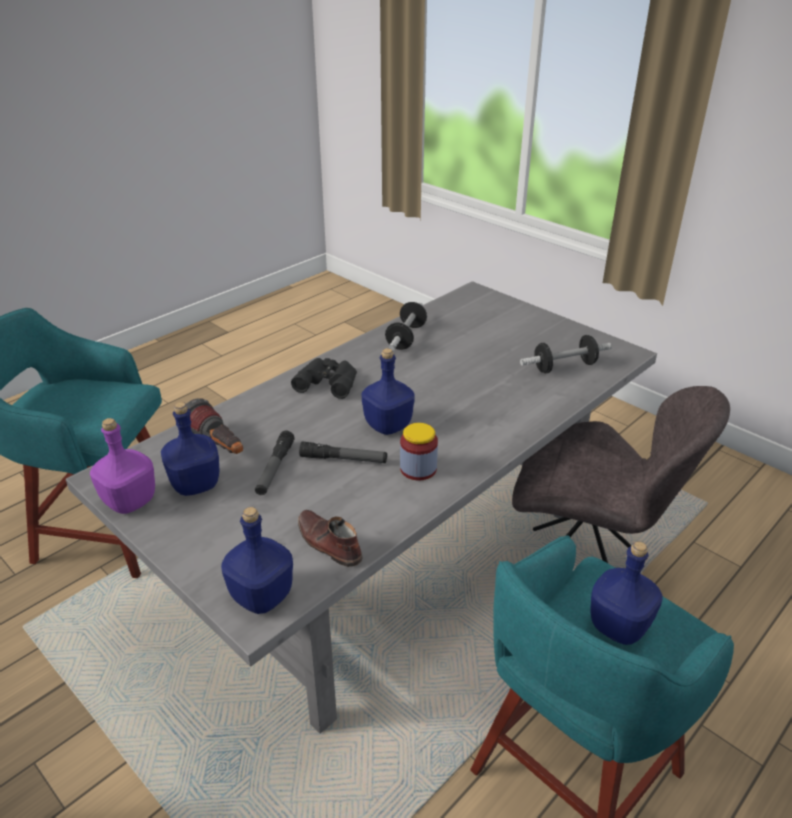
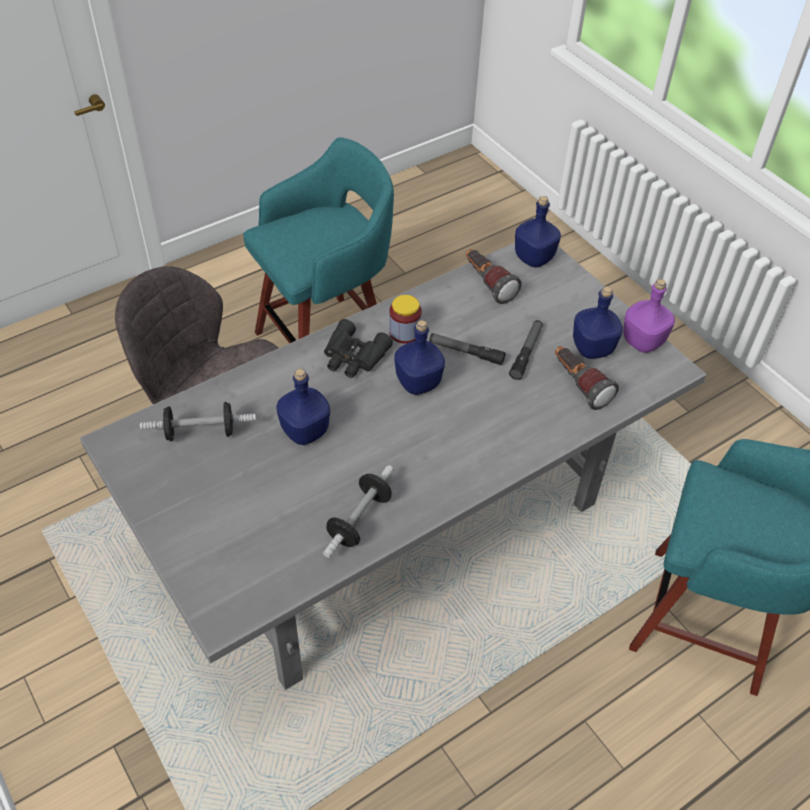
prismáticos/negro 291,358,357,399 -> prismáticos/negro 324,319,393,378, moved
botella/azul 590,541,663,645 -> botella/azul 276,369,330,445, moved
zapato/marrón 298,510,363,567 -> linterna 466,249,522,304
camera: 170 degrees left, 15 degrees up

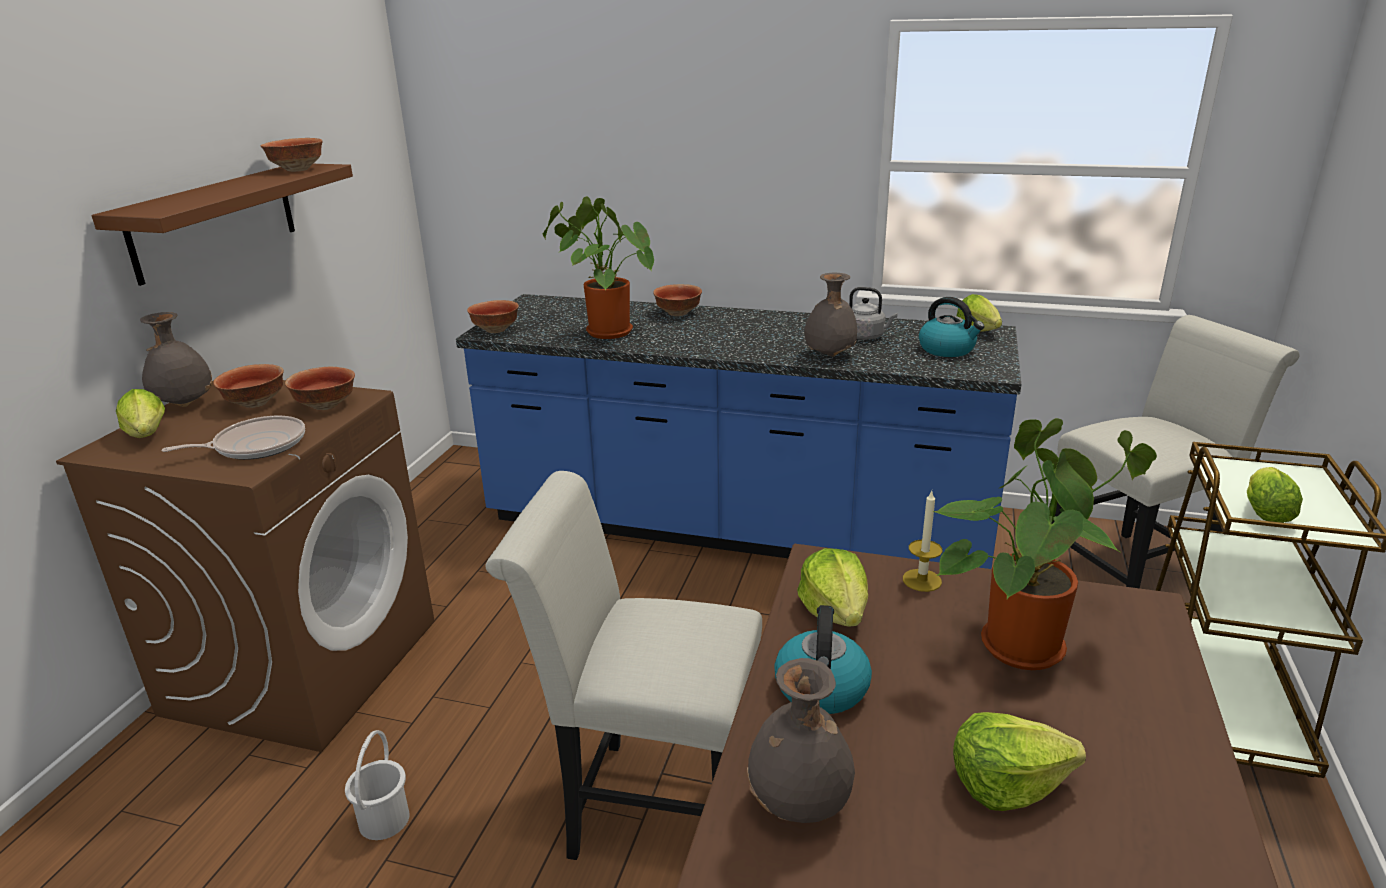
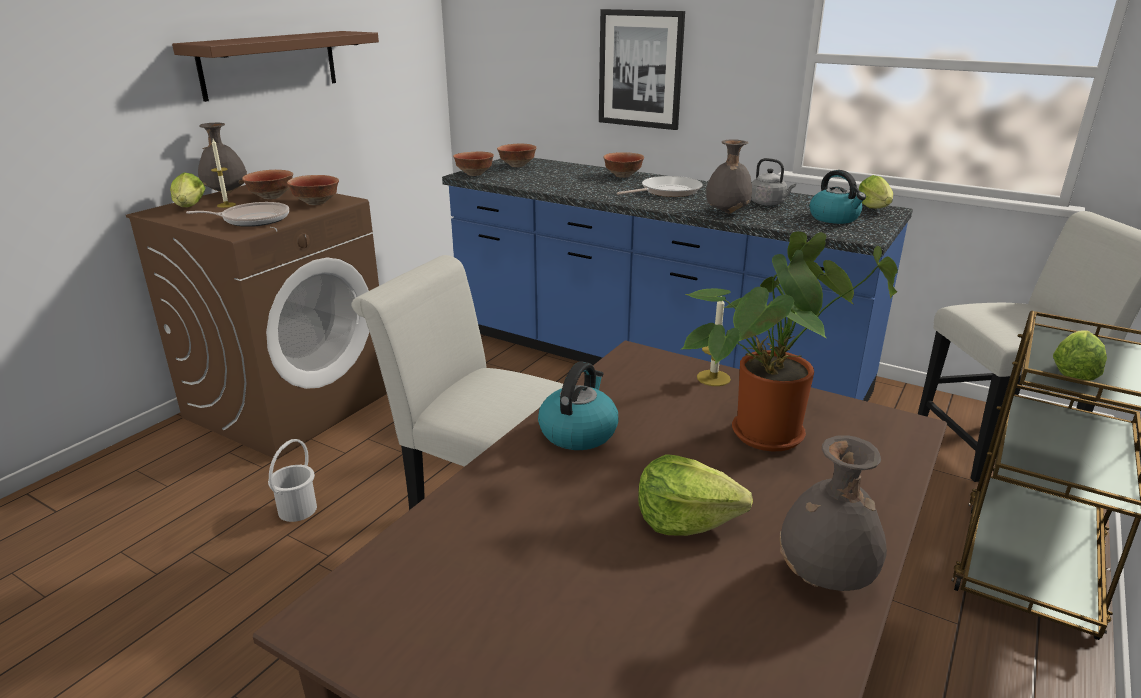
planta en maceta 543,196,654,339 -> none
lechuga 797,548,868,627 -> none
none -> vela 211,139,236,208
none -> cuadro 599,9,685,130
none -> sartén 617,176,703,197
cuenco 261,138,323,172 -> cuenco 497,144,536,167, moved
florero/gris 747,658,855,823 -> florero/gris 780,435,887,591, moved
camera: 15 degrees right, 0 degrees up

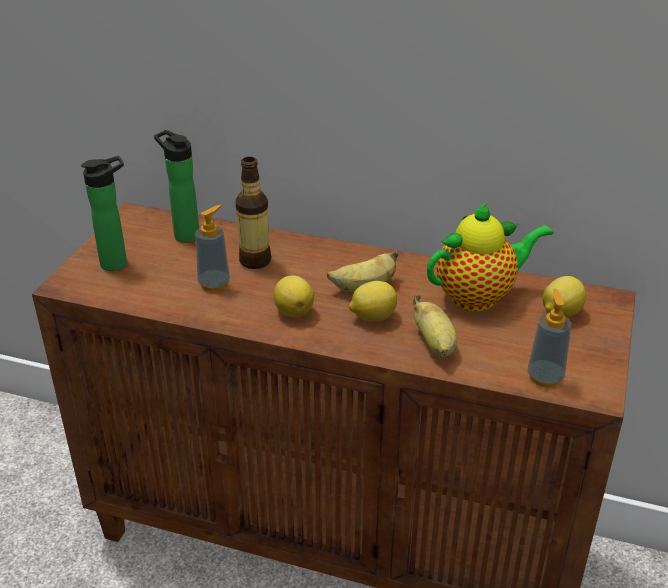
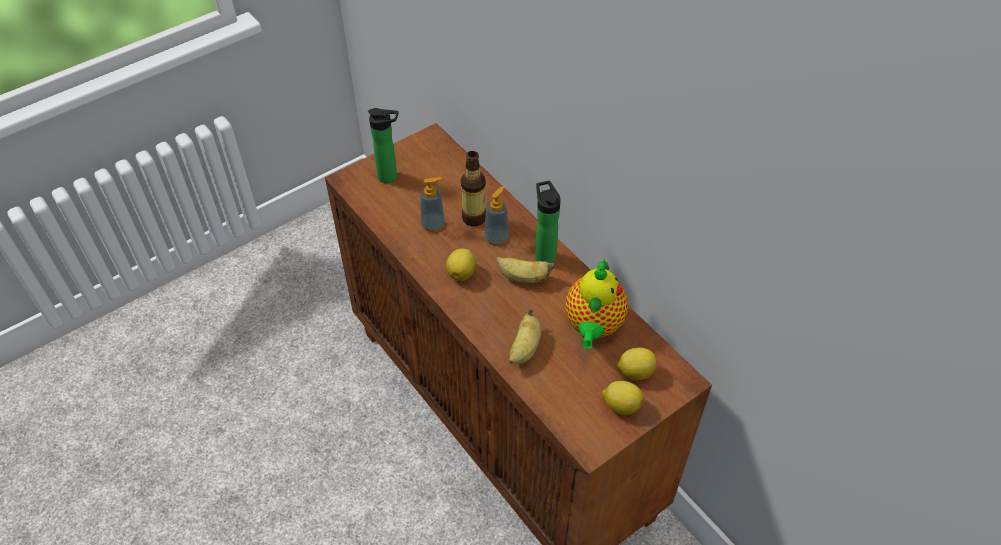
botella 154,130,199,243 -> botella 535,181,561,263, moved
limón 349,281,397,322 -> limón 602,381,643,415, moved
dispensador de jabón 528,289,571,387 -> dispensador de jabón 484,186,509,246, moved
tetera 427,202,553,311 -> tetera 565,257,628,349, 90 degrees clockwise
camera: 35 degrees right, 15 degrees up

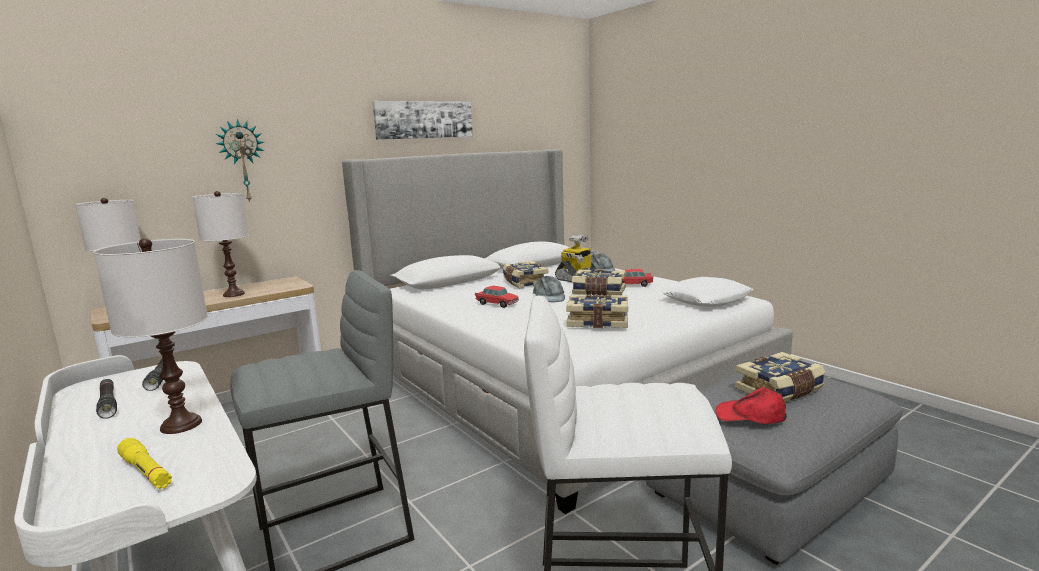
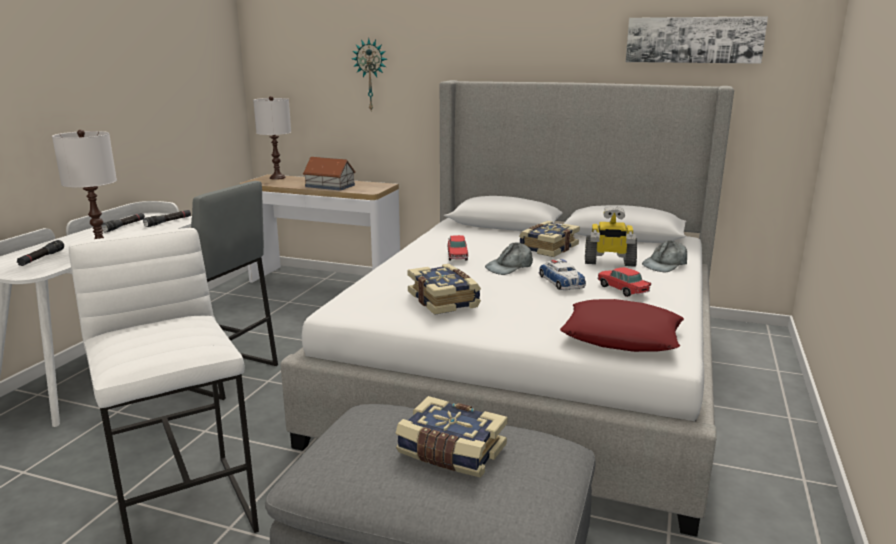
gorra/rojo 715,387,787,424 -> none
cuadro 372,101,473,140 -> cuadro 626,16,768,64, moved
lámpara de mesa/blanco 192,191,249,297 -> casita 303,157,356,191
libro 572,269,626,296 -> coche de juguete 539,259,586,290
linterna/amarillo 117,438,172,489 -> linterna/negro 17,240,64,266
cojín/blanco 662,277,753,307 -> cojín/rojo 560,299,684,352
camera: 55 degrees right, 5 degrees up

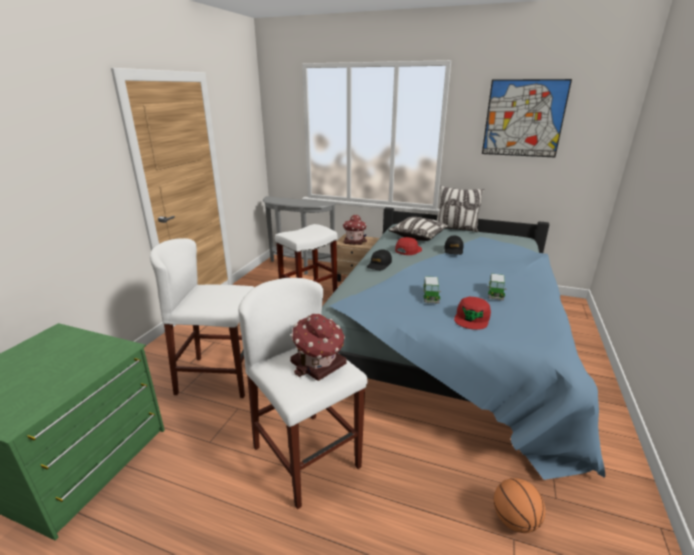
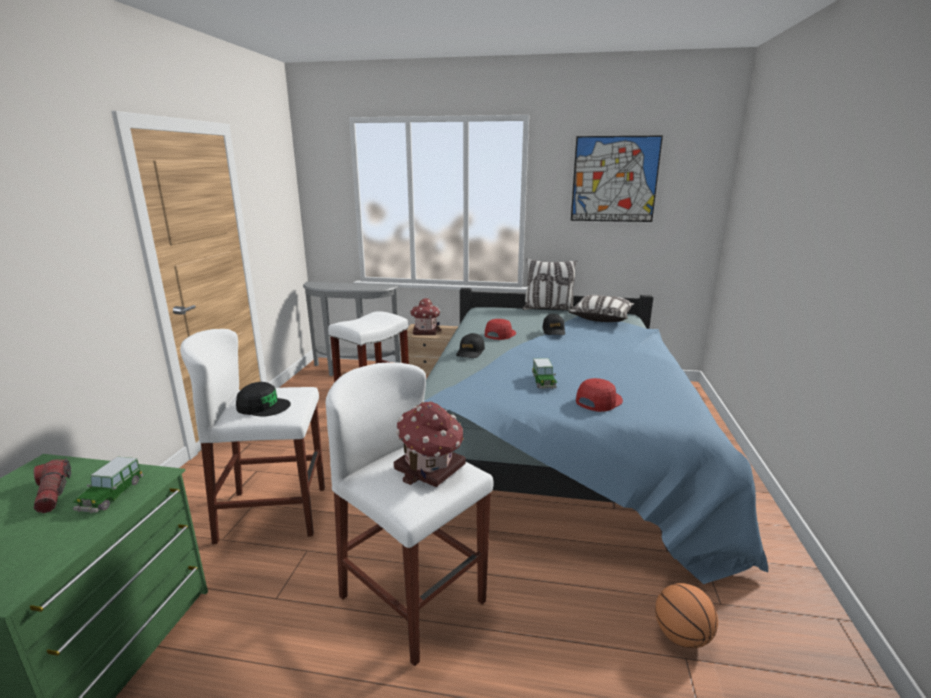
none -> linterna 34,458,71,513
none -> gorra/negro 236,382,291,416
cojín 388,217,448,241 -> cojín 568,295,634,322, moved
coche de juguete 488,273,506,301 -> coche de juguete 73,457,143,513, moved
gorra/rojo 454,297,491,330 -> gorra/rojo 576,378,623,412, 150 degrees counterclockwise
camera: 10 degrees left, 5 degrees down

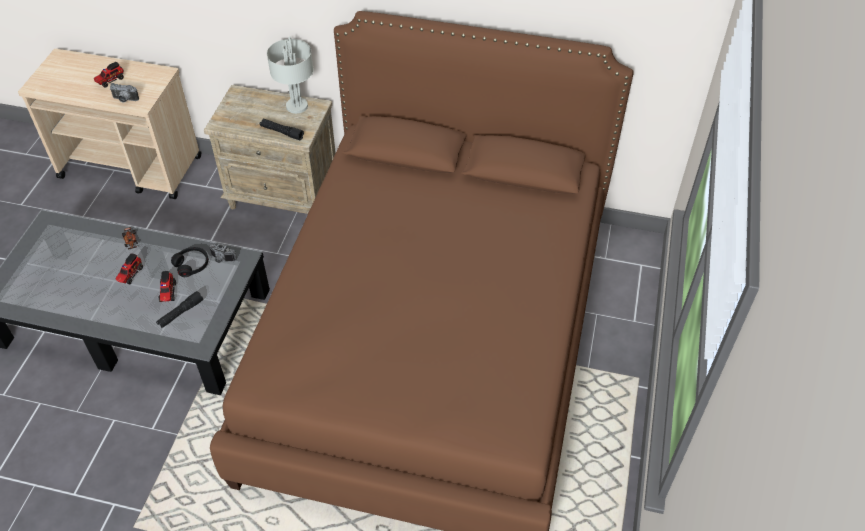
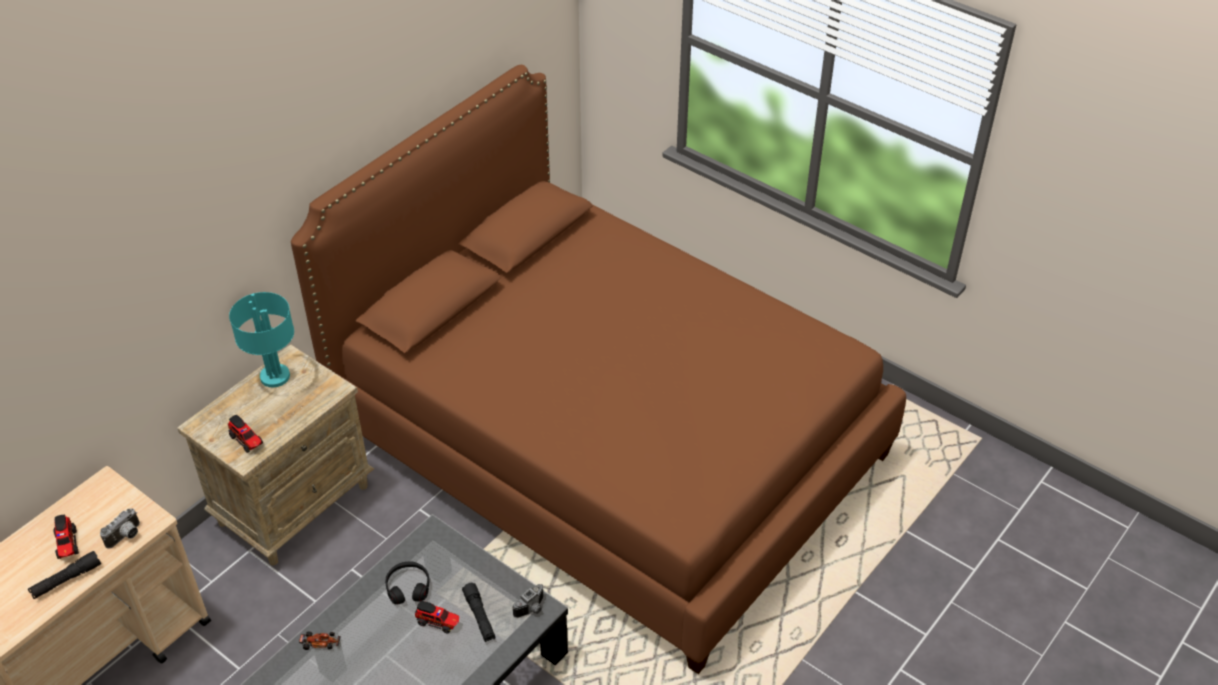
camión de juguete 116,254,143,284 -> camión de juguete 228,415,263,453, moved
cámara 209,244,237,263 -> cámara 512,584,544,618, moved
linterna/negro 260,119,304,140 -> linterna/negro 28,551,101,599, moved
lámpara de mesa/gris 267,37,314,114 -> lámpara de mesa/turquesa 229,292,294,387
camera: 65 degrees left, 5 degrees down

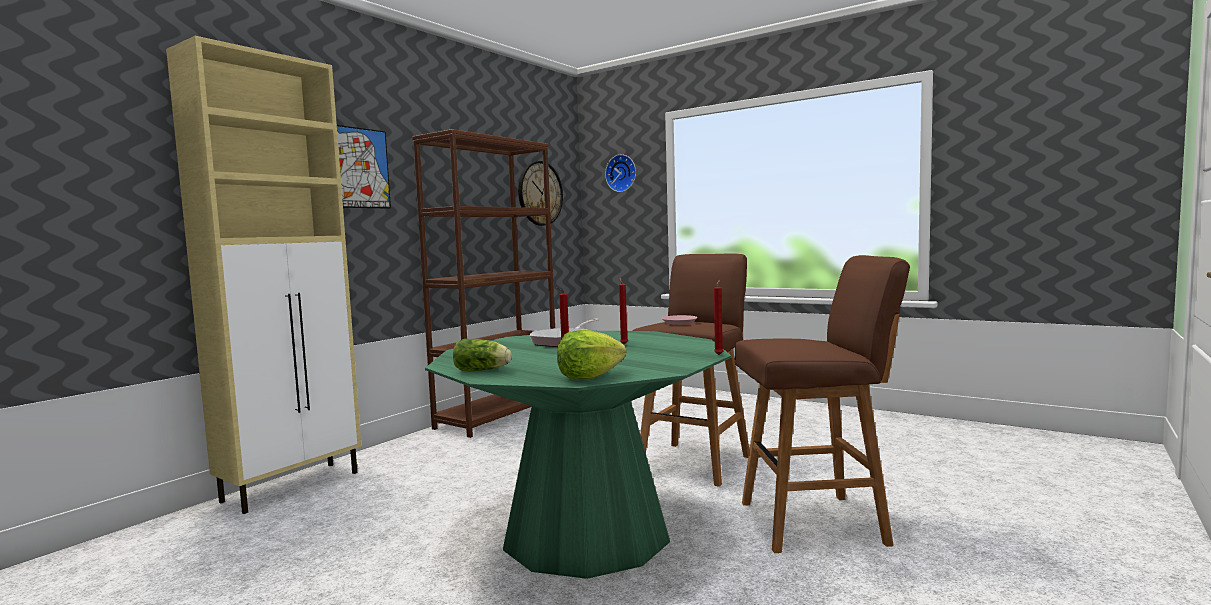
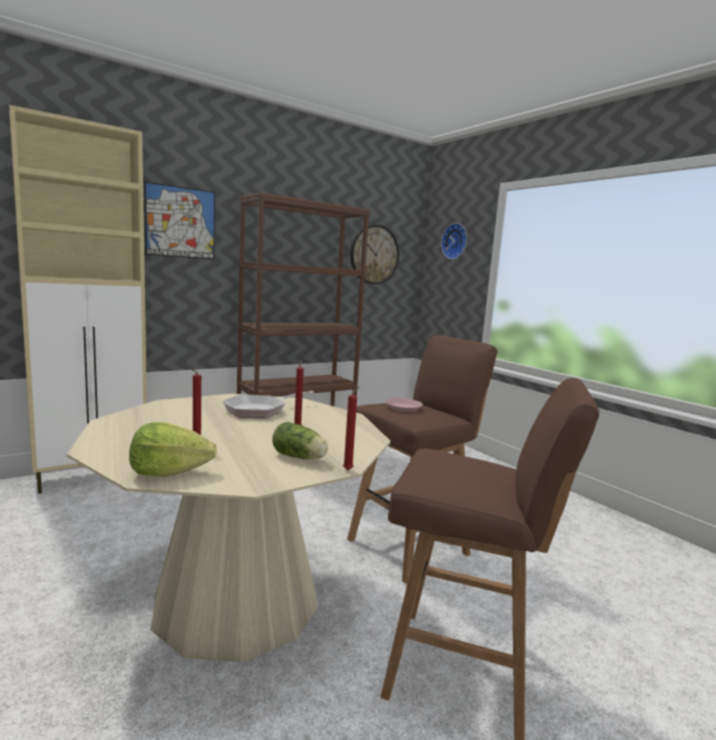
lechuga 453,339,512,371 -> lechuga 272,422,328,459, moved
mesa de comedor/verde 425,331,731,579 -> mesa de comedor/beis 67,394,391,662
camera: 20 degrees right, 5 degrees up

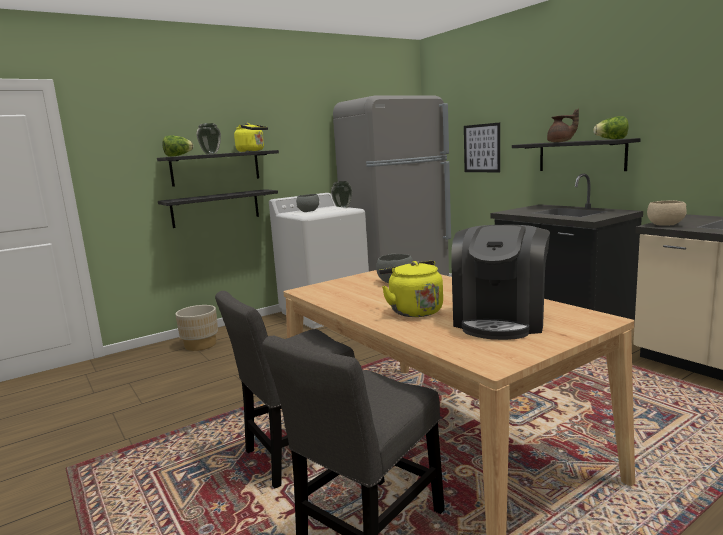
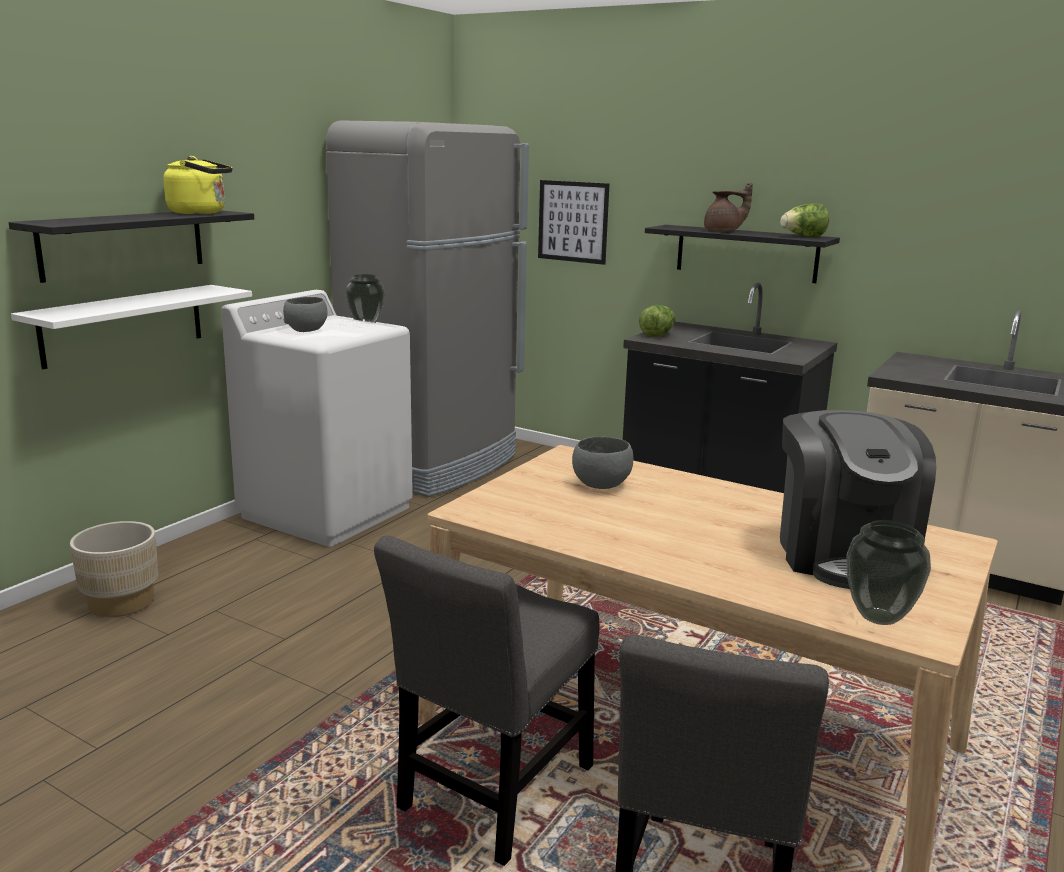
hervidor/amarillo 379,260,443,317 -> none
cuenco/beis 647,200,687,226 -> none
lechuga 162,135,193,156 -> lechuga 639,305,675,337, moved
florero 196,123,221,154 -> florero 847,520,931,625, moved
estante/negro 158,189,278,228 -> estante/blanco 11,285,252,369
camera: 25 degrees left, 5 degrees up

